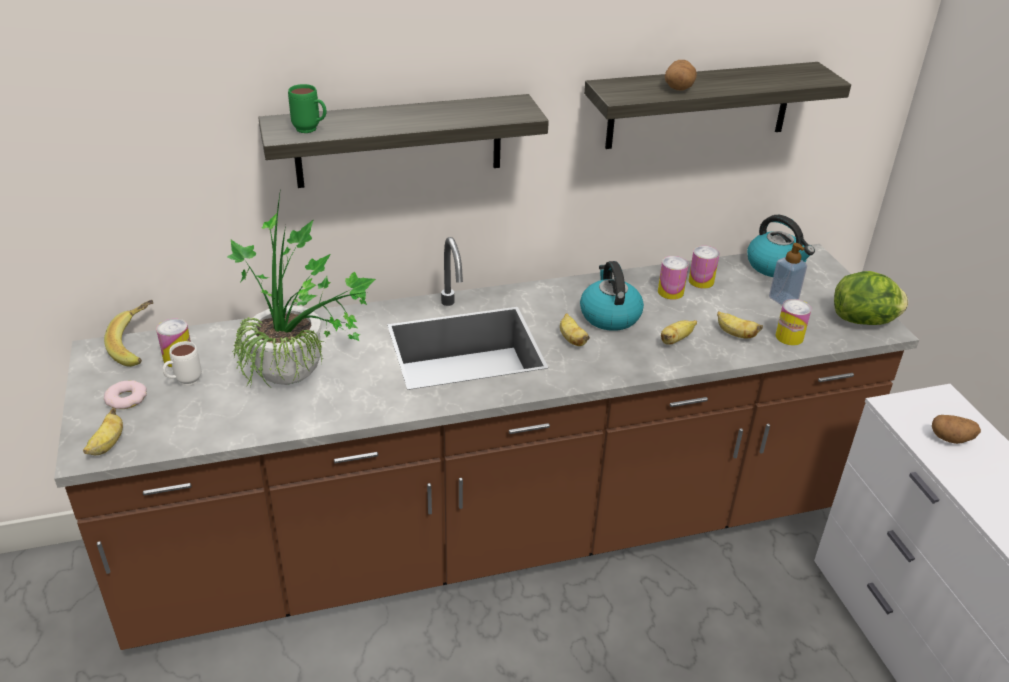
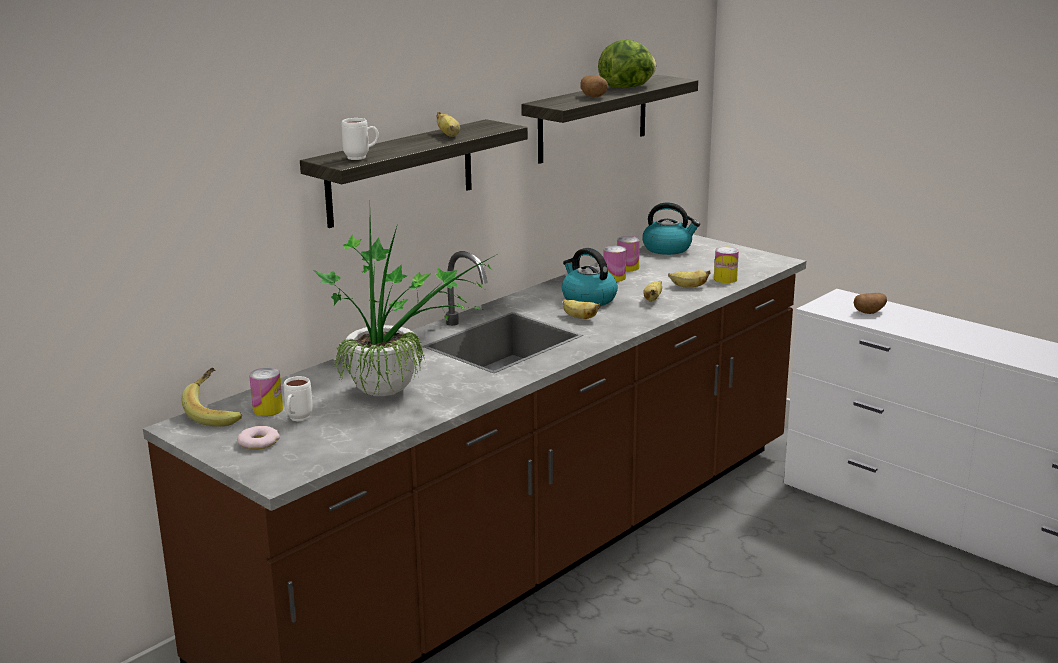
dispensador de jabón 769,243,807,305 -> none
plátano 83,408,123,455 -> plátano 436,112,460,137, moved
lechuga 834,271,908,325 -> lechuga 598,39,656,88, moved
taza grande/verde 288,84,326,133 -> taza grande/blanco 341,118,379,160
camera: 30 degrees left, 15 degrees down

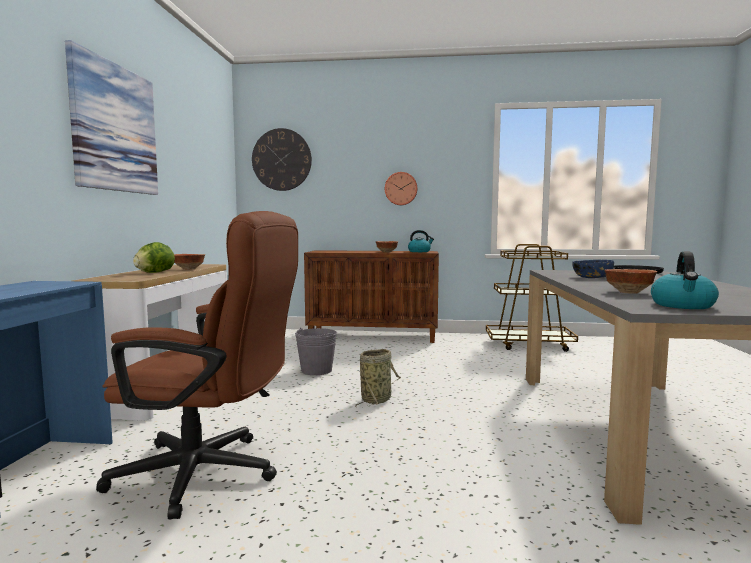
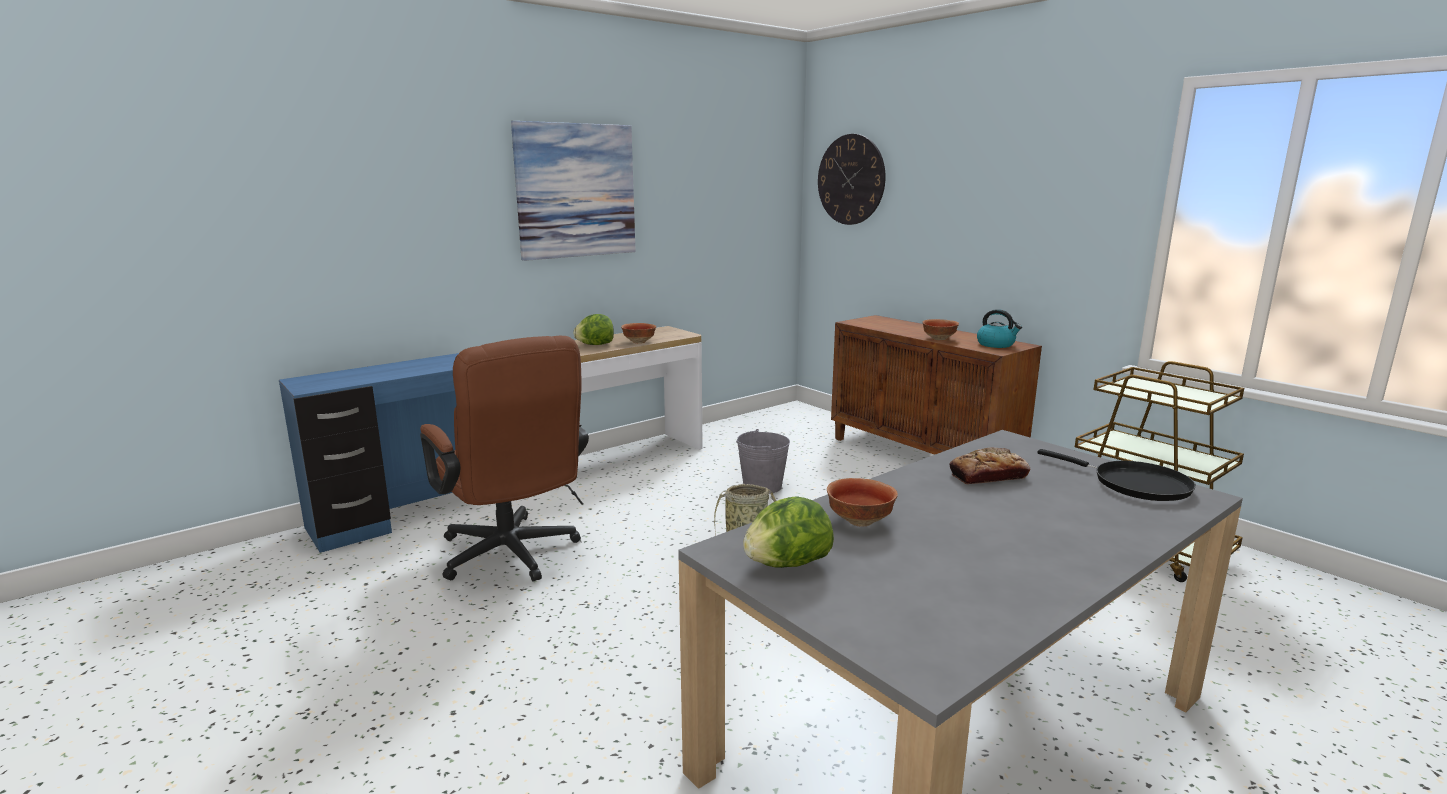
reloj de pared 385,172,418,205 -> none
cuenco/azul 572,260,614,278 -> pan 949,447,1030,484
hervidor 651,251,719,309 -> lechuga 743,496,834,568
camera: 45 degrees right, 10 degrees up

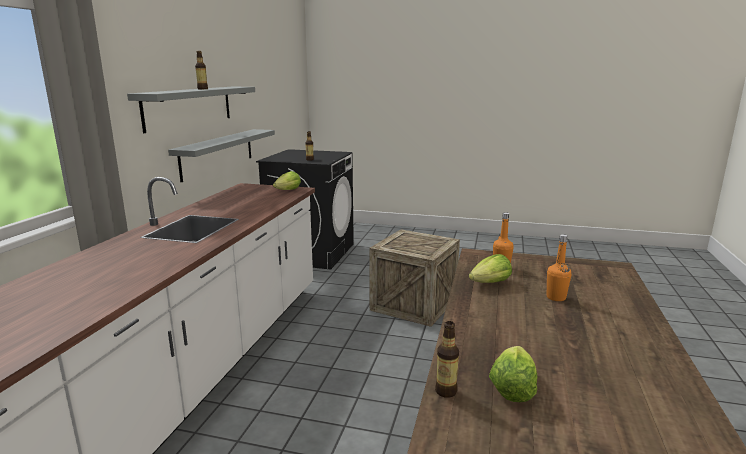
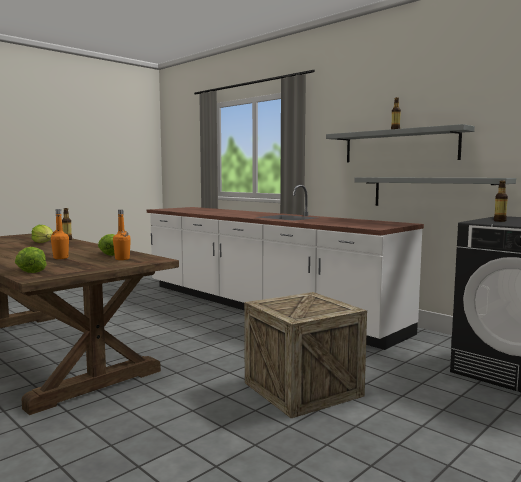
lechuga 273,171,301,190 -> lechuga 15,247,47,273, moved
camera: 120 degrees right, 10 degrees down

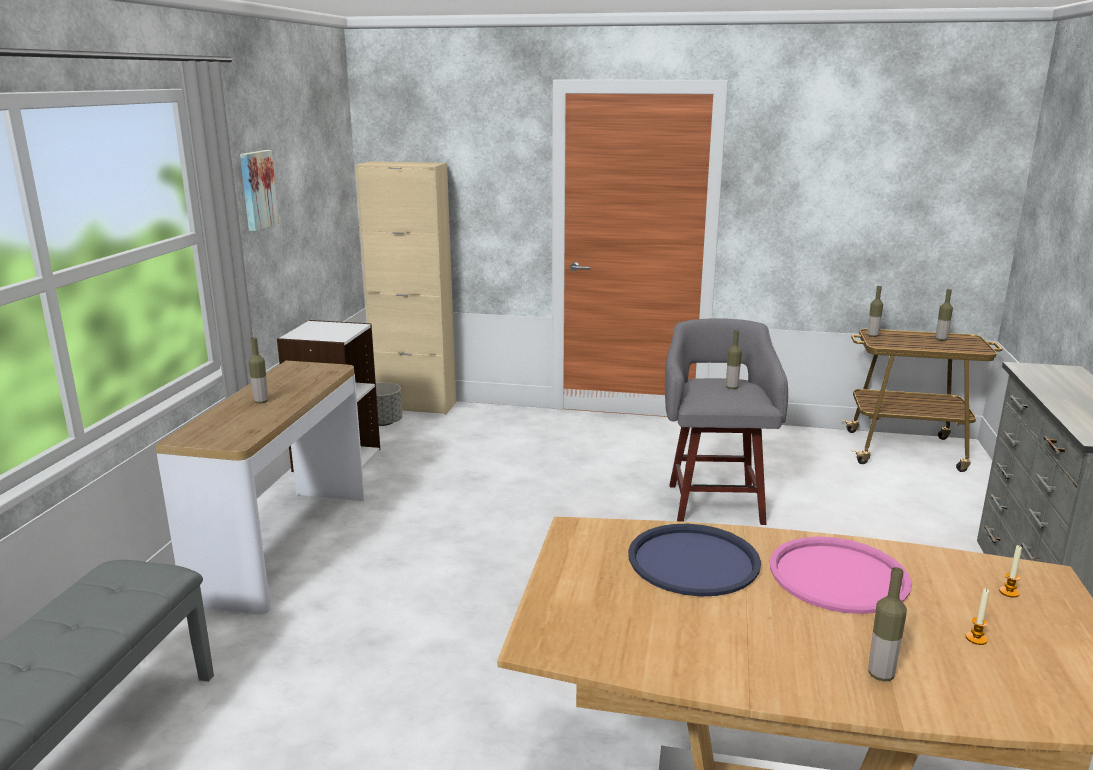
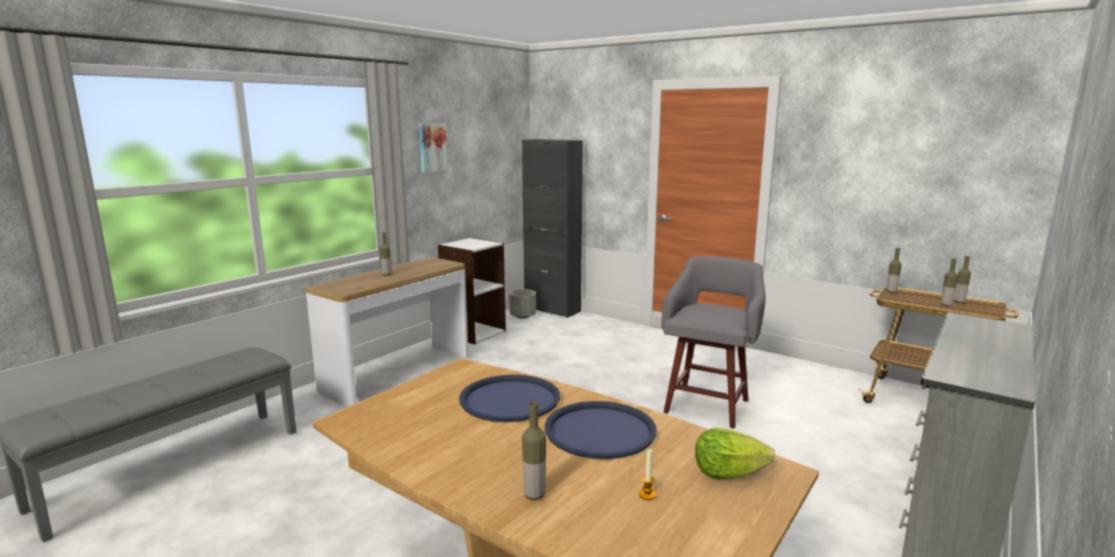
botella 726,330,742,389 -> botella 941,258,958,307, moved
vela 999,545,1022,598 -> lechuga 695,428,775,479
armario/beis 355,161,456,415 -> armario/negro 522,139,583,318
bandeja/rosa 770,536,912,614 -> bandeja/azul 545,401,657,459
camera: 25 degrees right, 5 degrees down

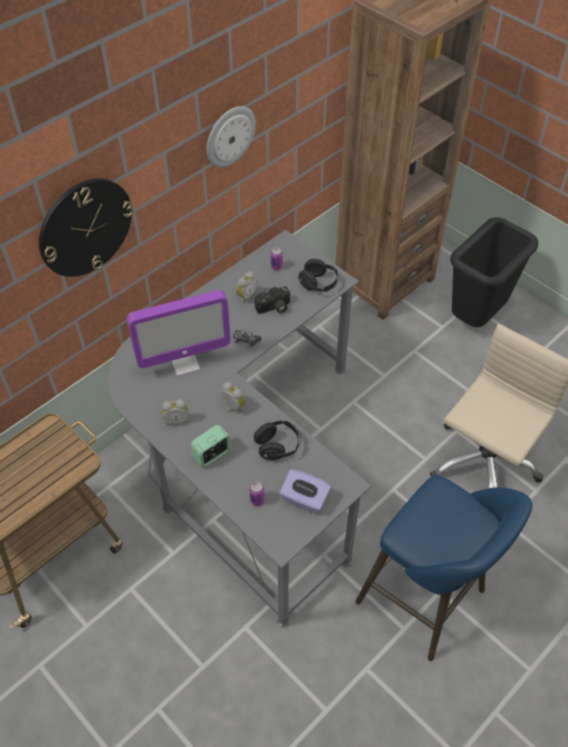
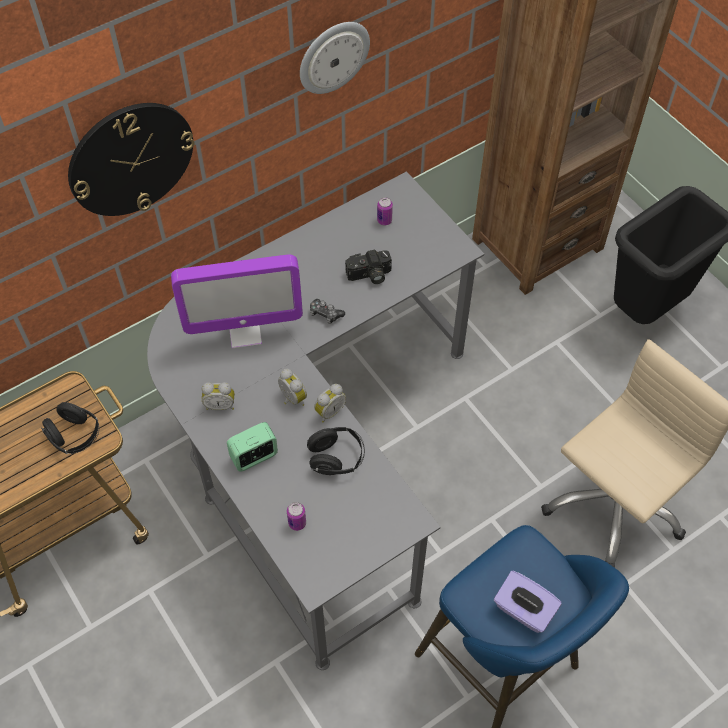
despertador 236,271,257,303 -> despertador 314,384,346,423, moved
caja de pañuelos/morado 280,469,331,514 -> caja de pañuelos/morado 494,571,562,633, moved
auriculares/negro 298,259,339,292 -> auriculares/negro 41,402,99,454, moved
camera: 10 degrees right, 5 degrees up

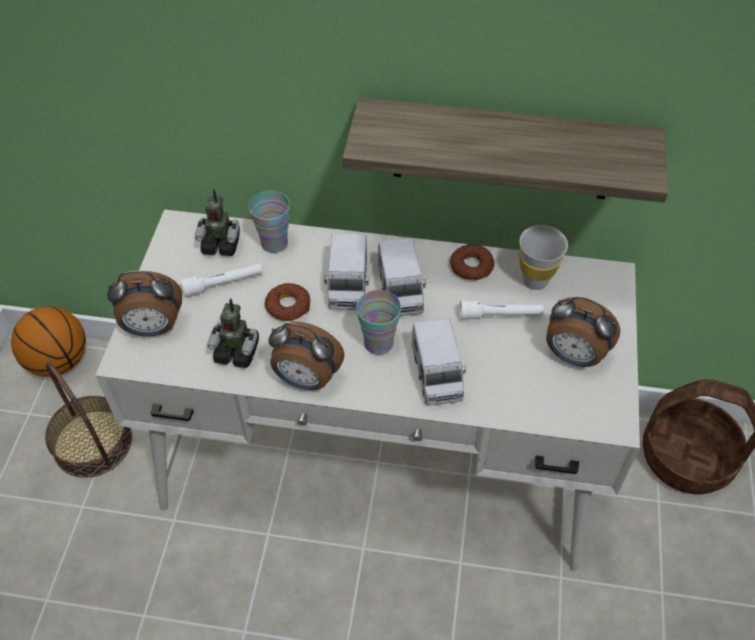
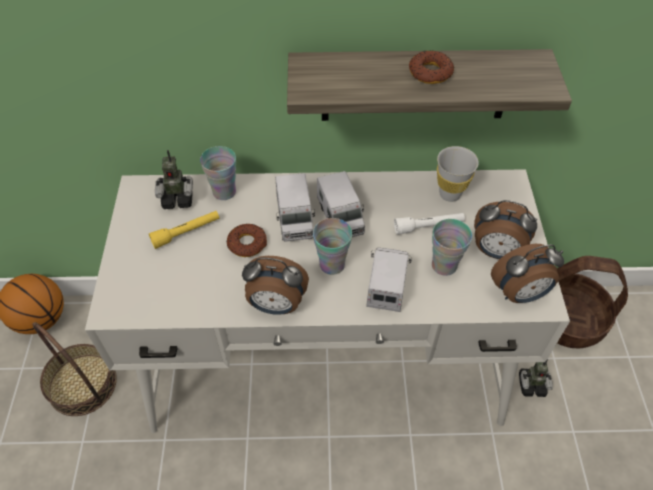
none -> taza 432,219,472,276
despertador 107,271,182,336 -> despertador 491,244,564,303, moved
robot de juguete 207,298,259,368 -> robot de juguete 519,359,553,397, moved
rosquilla 450,244,495,280 -> rosquilla 409,50,454,84, moved
linterna/blanco 181,264,262,298 -> linterna/amarillo 149,211,219,249
camión de juguete 412,318,466,406 -> camión de juguete 366,248,412,312, 150 degrees counterclockwise
camera: 10 degrees left, 0 degrees up

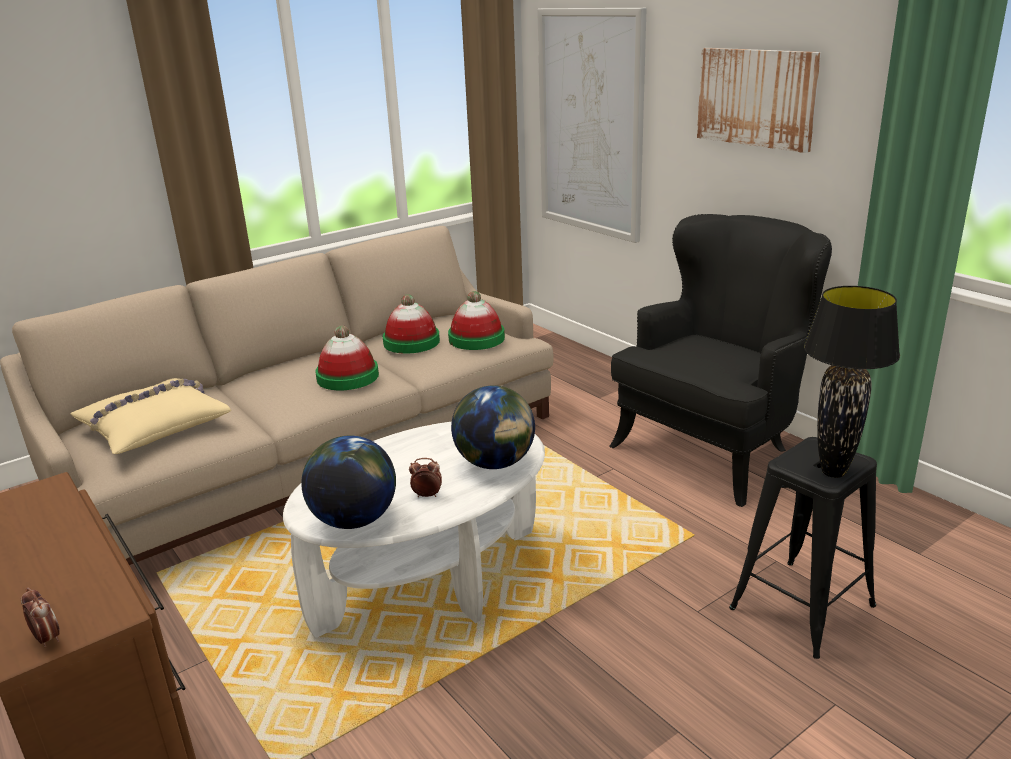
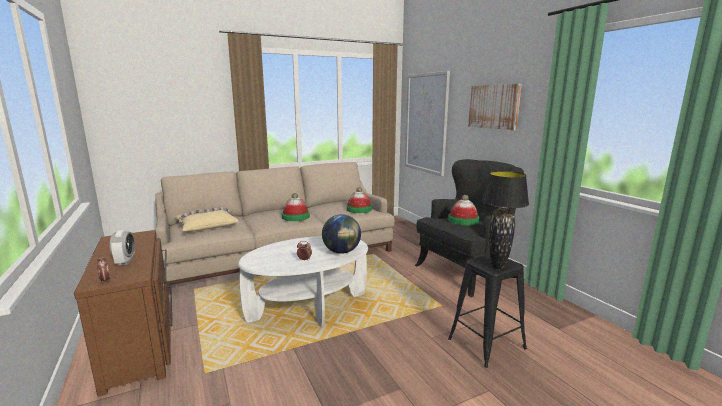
globo terráqueo 301,435,396,529 -> none
none -> despertador 110,230,135,265
sombrero 383,294,440,354 -> sombrero 448,195,479,225, moved
camera: 10 degrees right, 10 degrees down

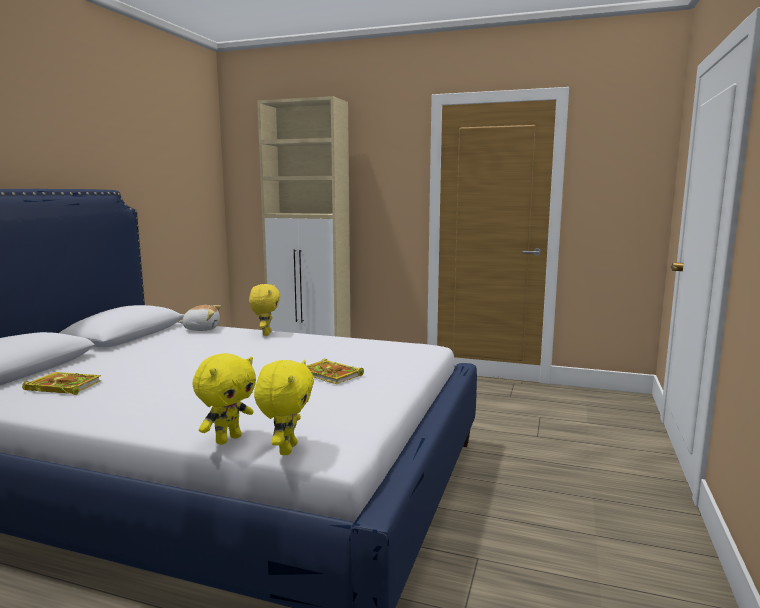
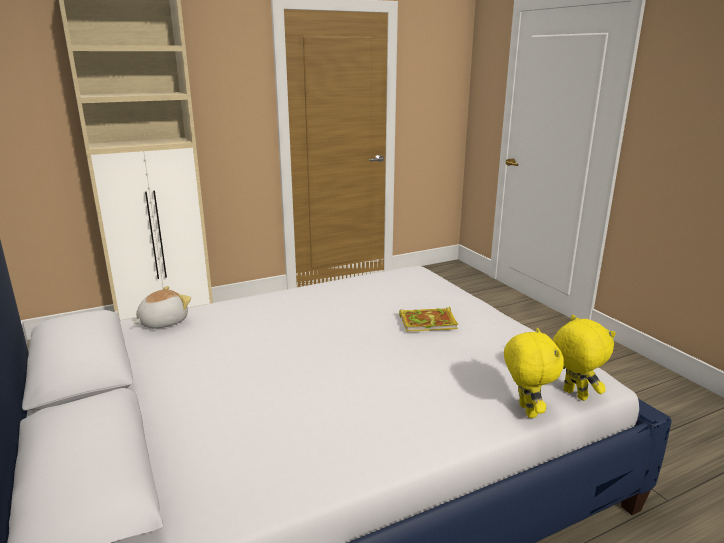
libro 22,372,101,395 -> none
peluche/amarillo 249,284,281,336 -> none
camera: 45 degrees left, 10 degrees up

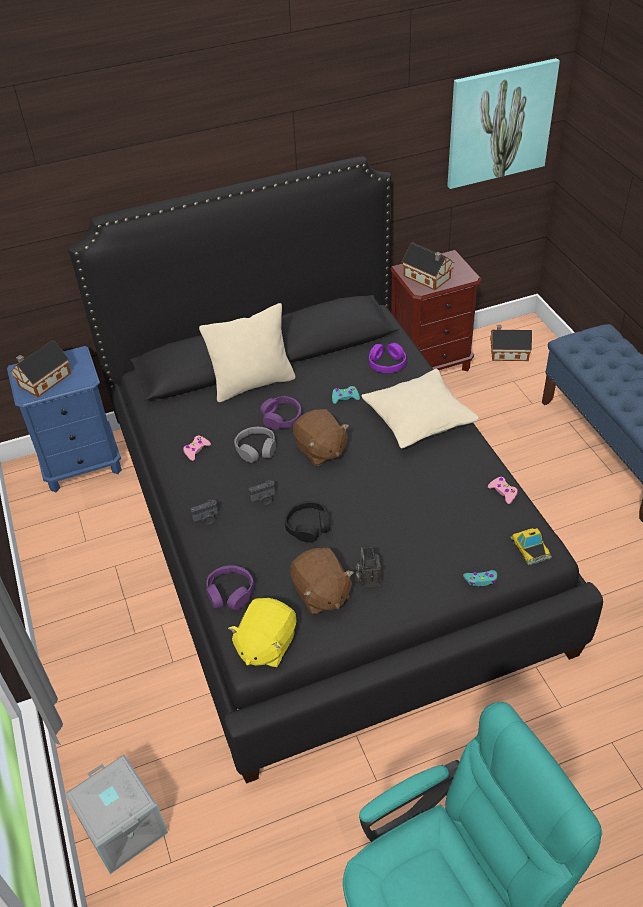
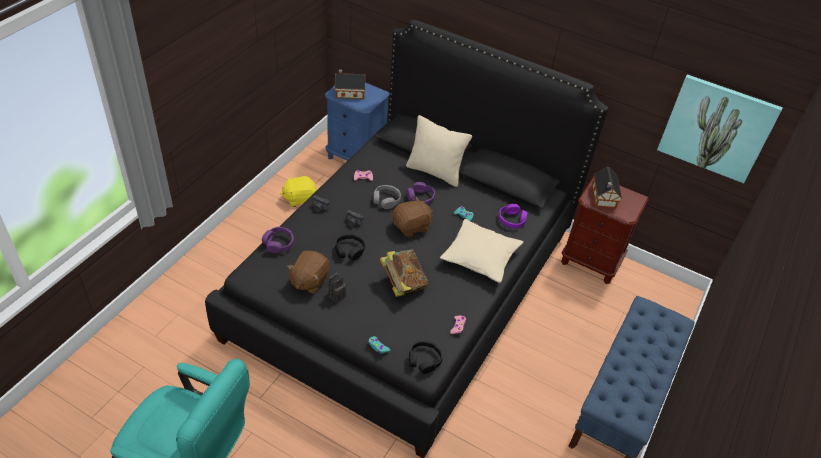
caja de almacenaje/gris 65,754,168,874 -> none
casita 490,325,532,361 -> none
none -> libro 380,250,428,297
peluche/amarillo 228,598,296,667 -> peluche/amarillo 280,176,317,207, moved
coche de juguete 510,528,552,565 -> auriculares/negro 409,341,442,374
peluche/marrón 293,409,349,466 -> peluche/marrón 392,197,433,237, 135 degrees counterclockwise
camera: 45 degrees right, 0 degrees up

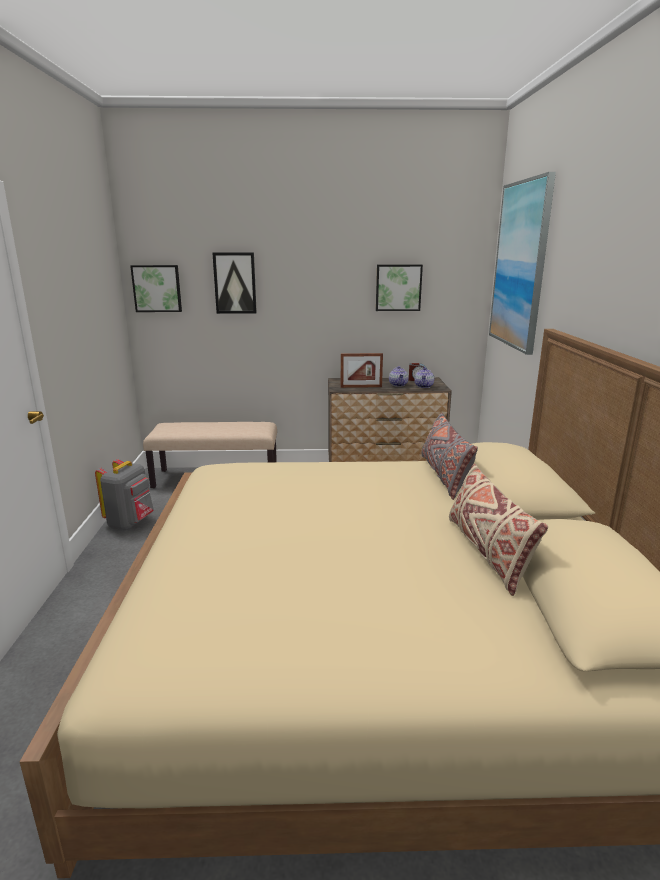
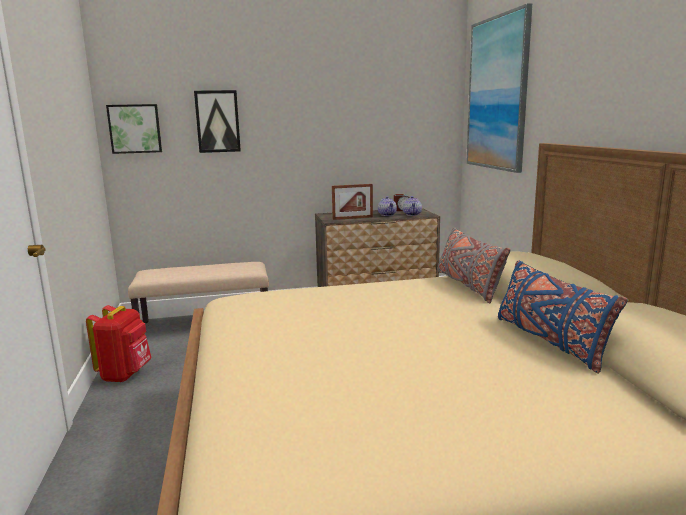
cuadro 376,265,423,311 -> none
mochila/gris 95,459,154,530 -> mochila/rojo 86,305,151,382
cojín/beis 449,464,548,596 -> cojín/azul 498,260,628,374
camera: 10 degrees left, 5 degrees down

